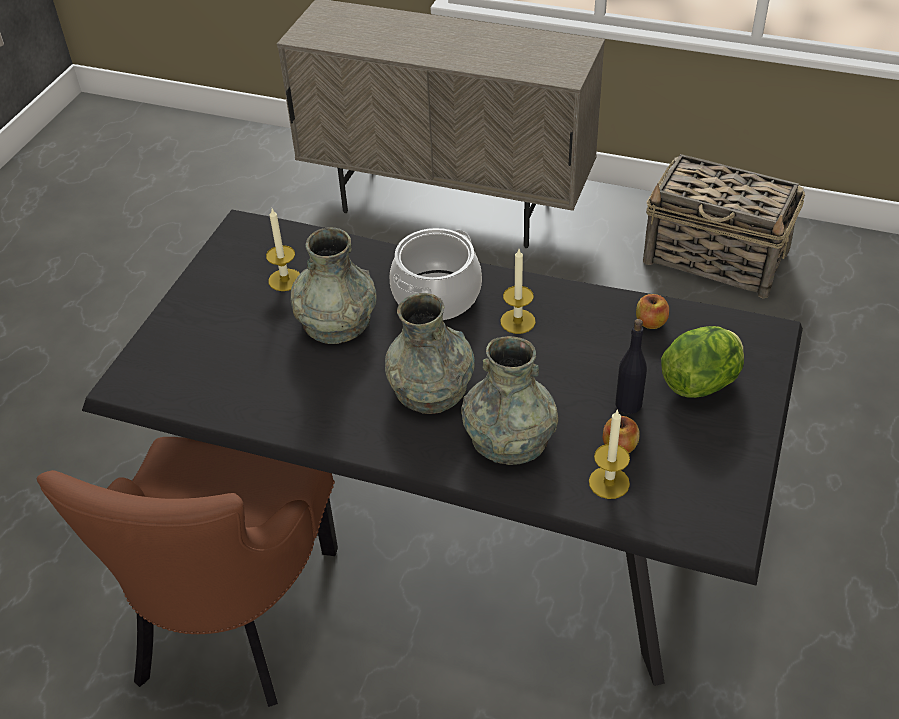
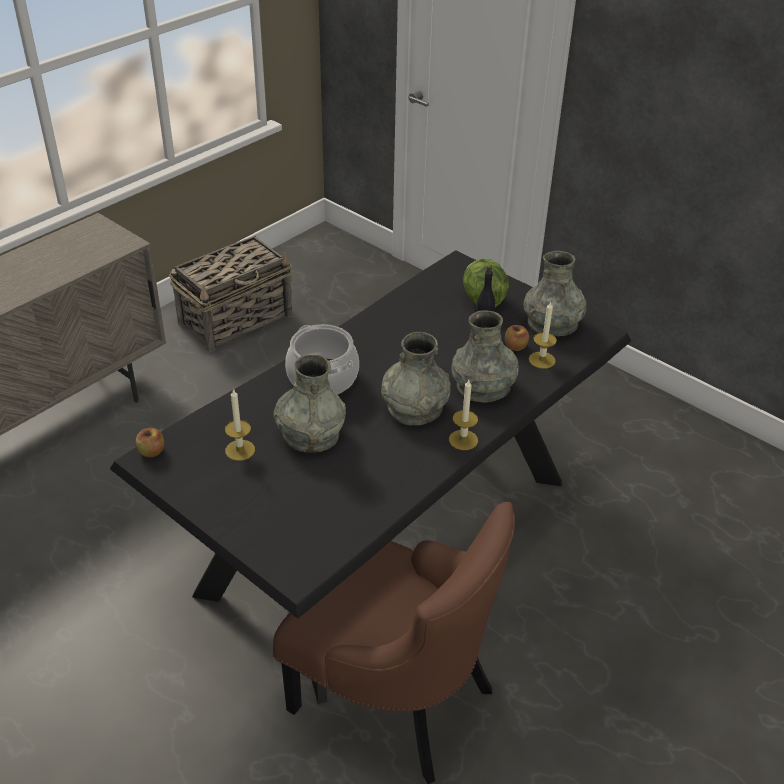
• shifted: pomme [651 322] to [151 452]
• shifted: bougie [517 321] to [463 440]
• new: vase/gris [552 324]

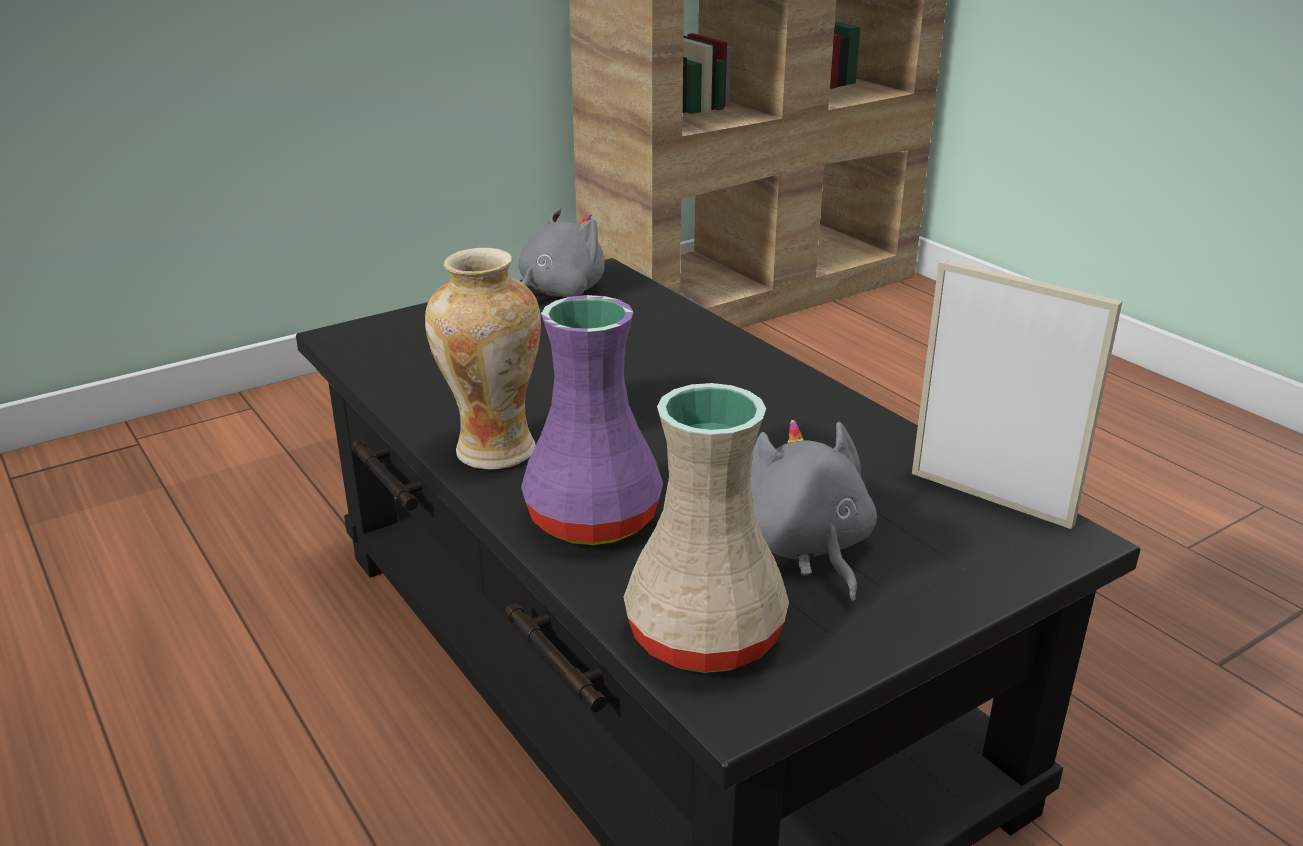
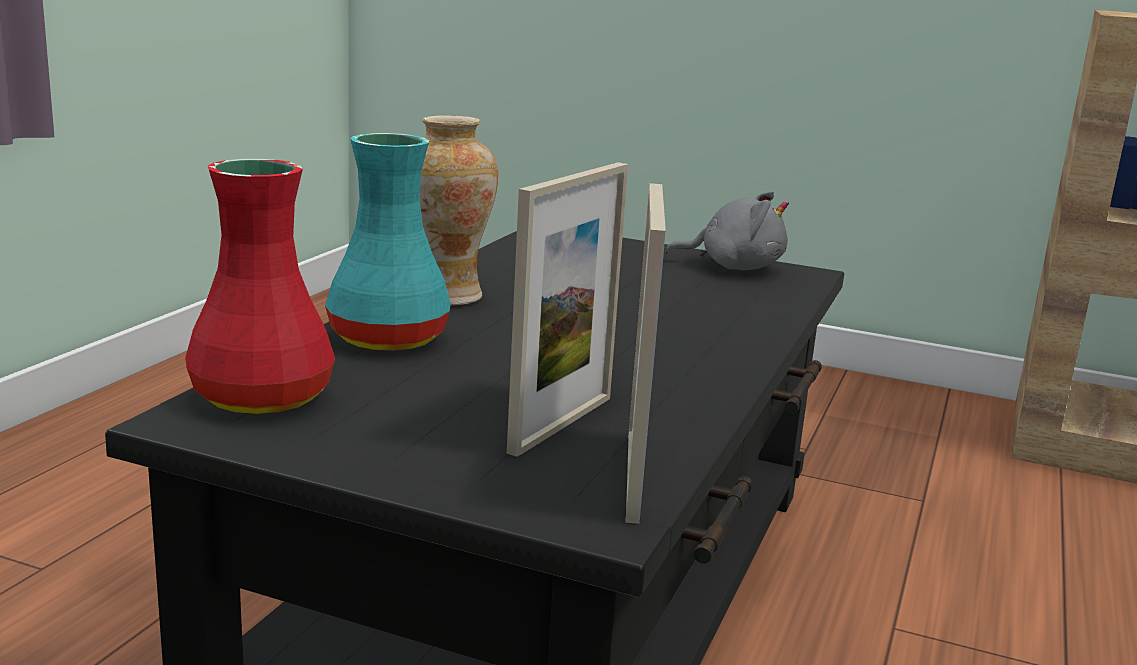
• repainted: vase/beige [701 635] to vase/rouge [263 395]
• repainted: vase/violet [591 518] to vase/turquoise [389 337]
• new: cadre photo [561 424]
• gone: peluche/gris [807 547]

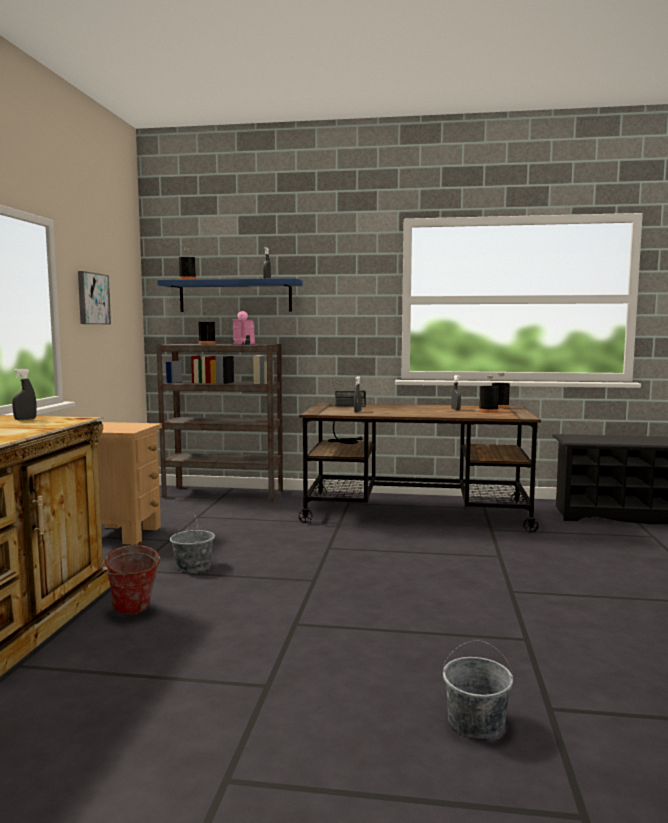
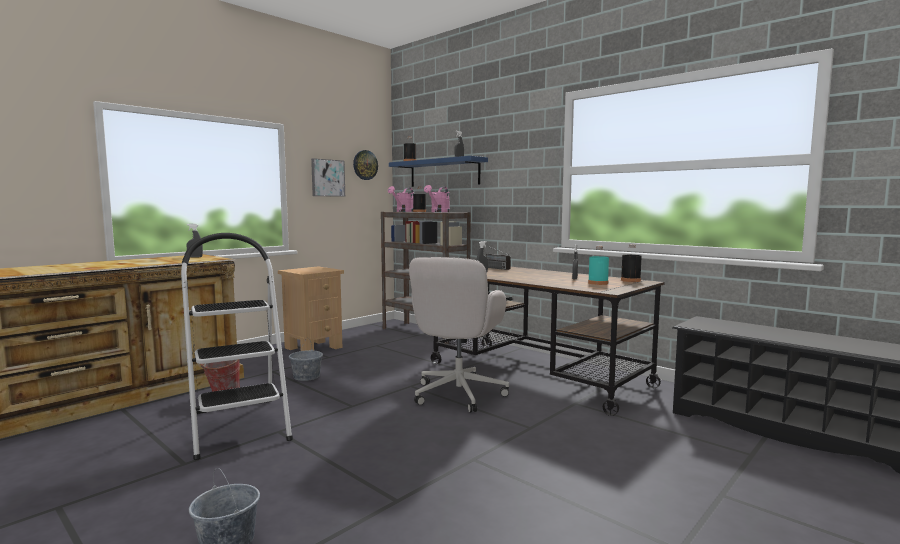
• new: escabeau [239 425]
• new: horloge murale [365 165]
• new: arrosoir/rose [403 211]
• new: chaise de bureau/blanc [458 394]
• repainted: bouteille/noir [488 411] to bouteille/turquoise [598 283]

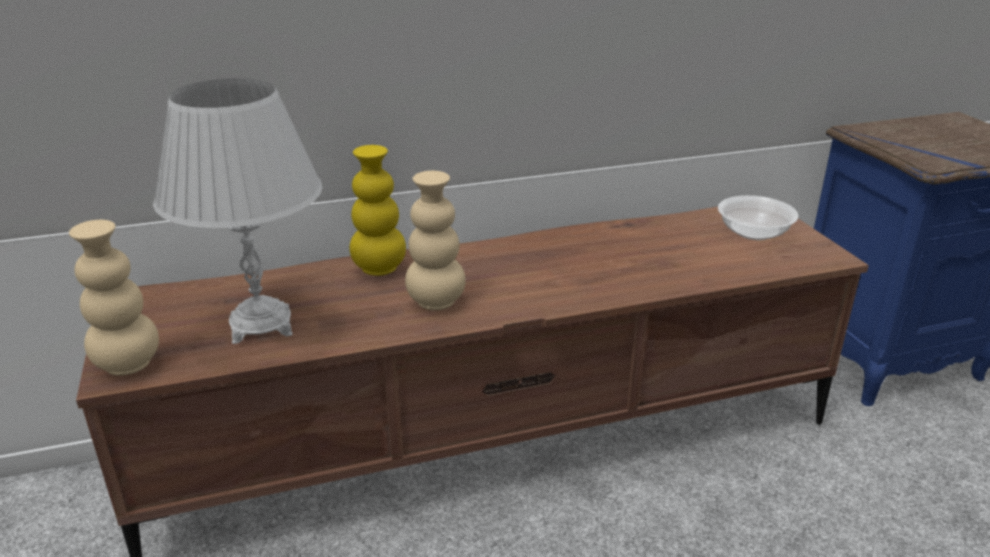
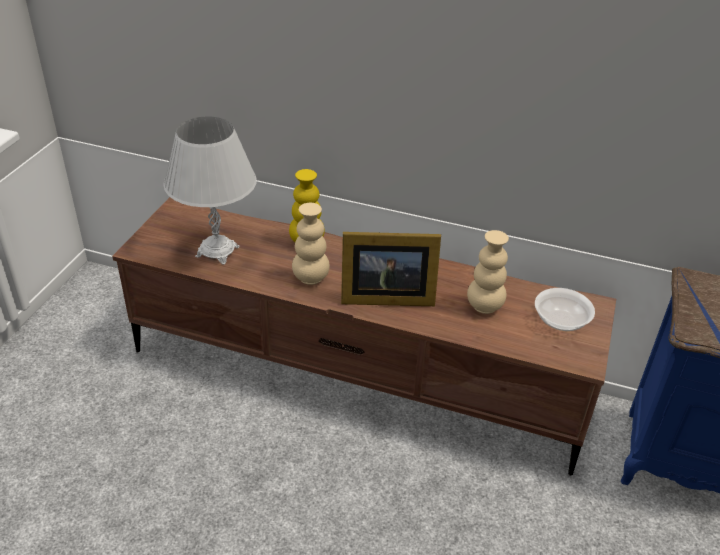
• new: cadre photo [384 296]
• shifted: vase/beige [128 365] to [484 306]

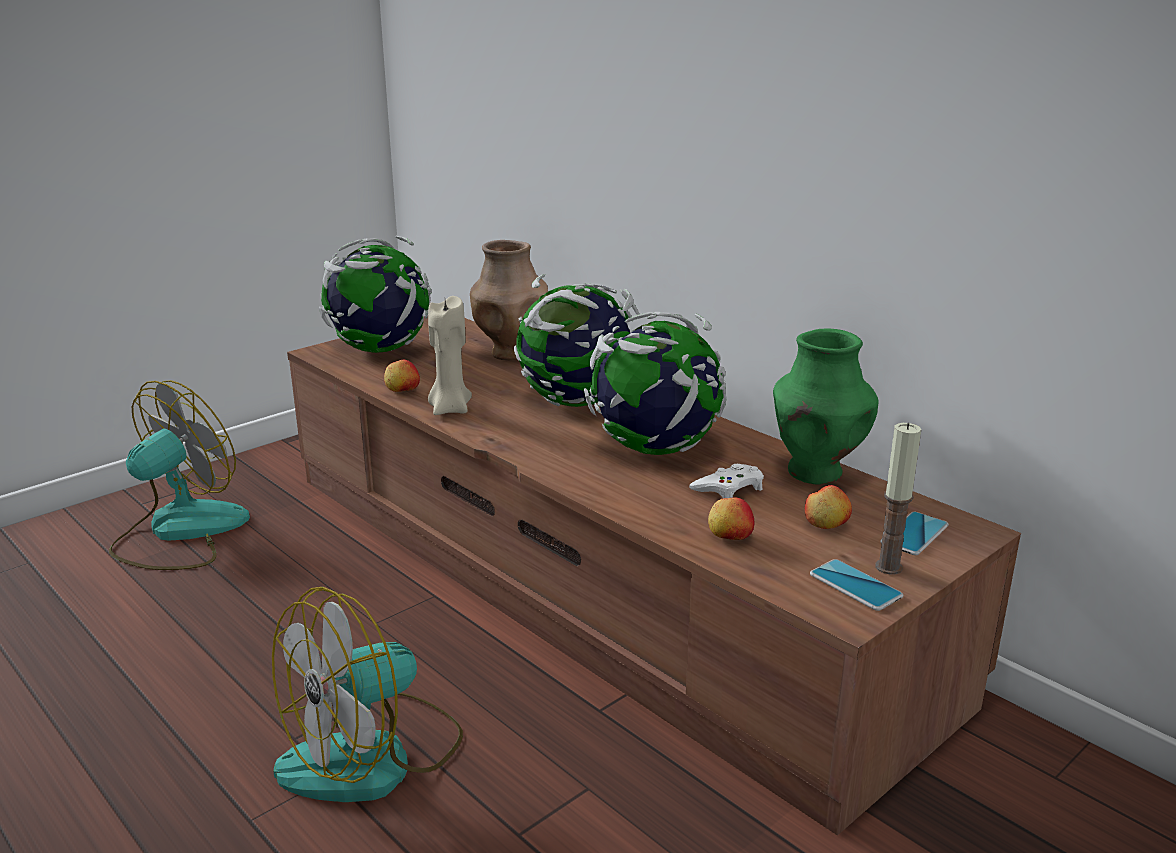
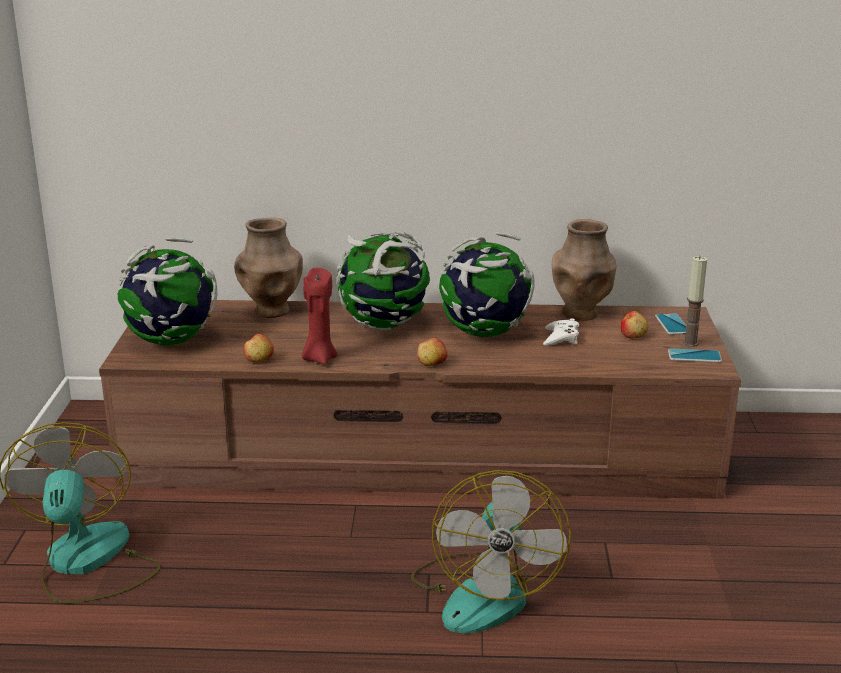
• repainted: bougie/beige [450 409] to bougie/rouge [319 358]
• shifted: pomme [729 536] to [432 364]
• repainted: vase/vert [815 473] to vase/marron [580 314]

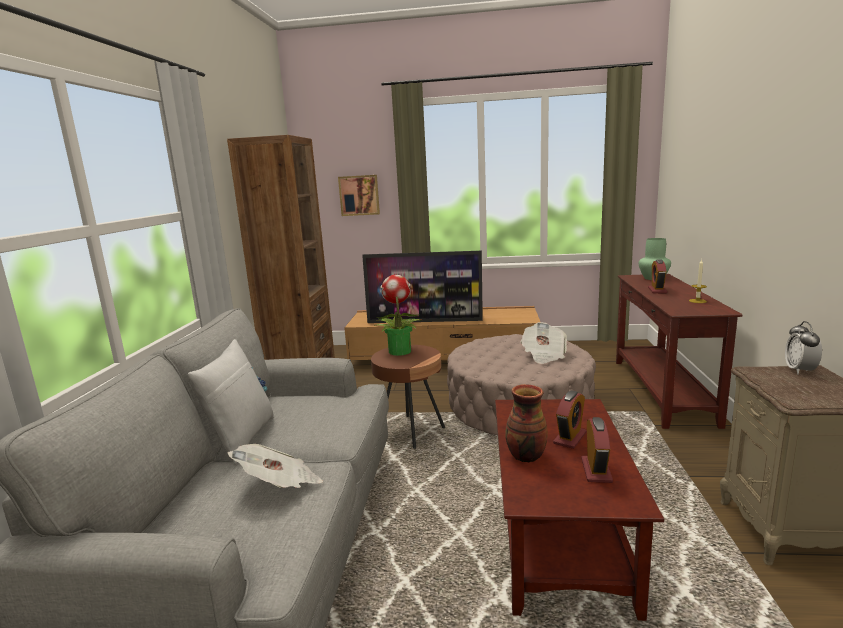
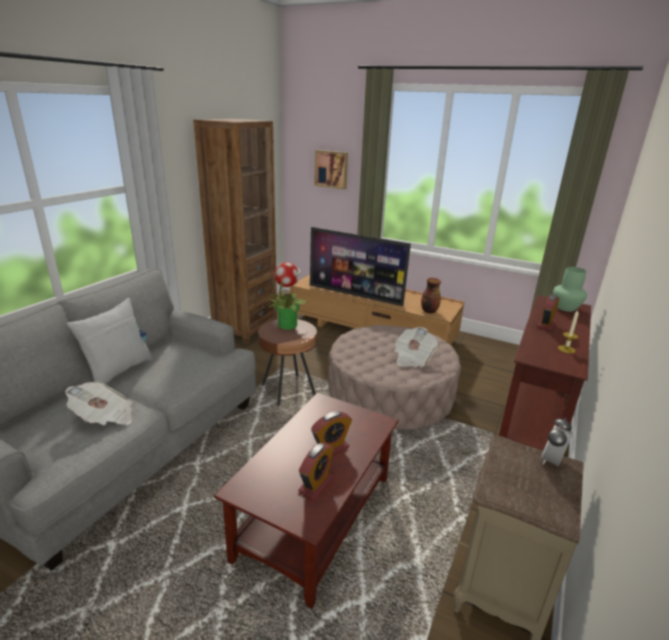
• shifted: vase [525 456] to [429 311]

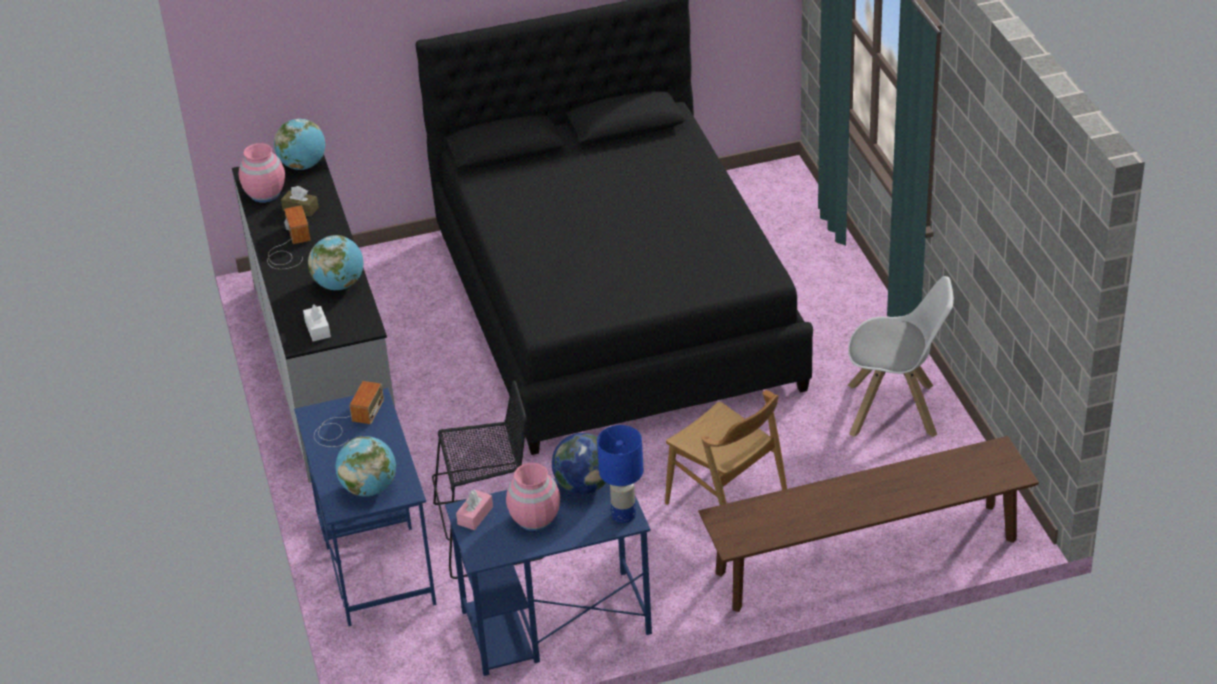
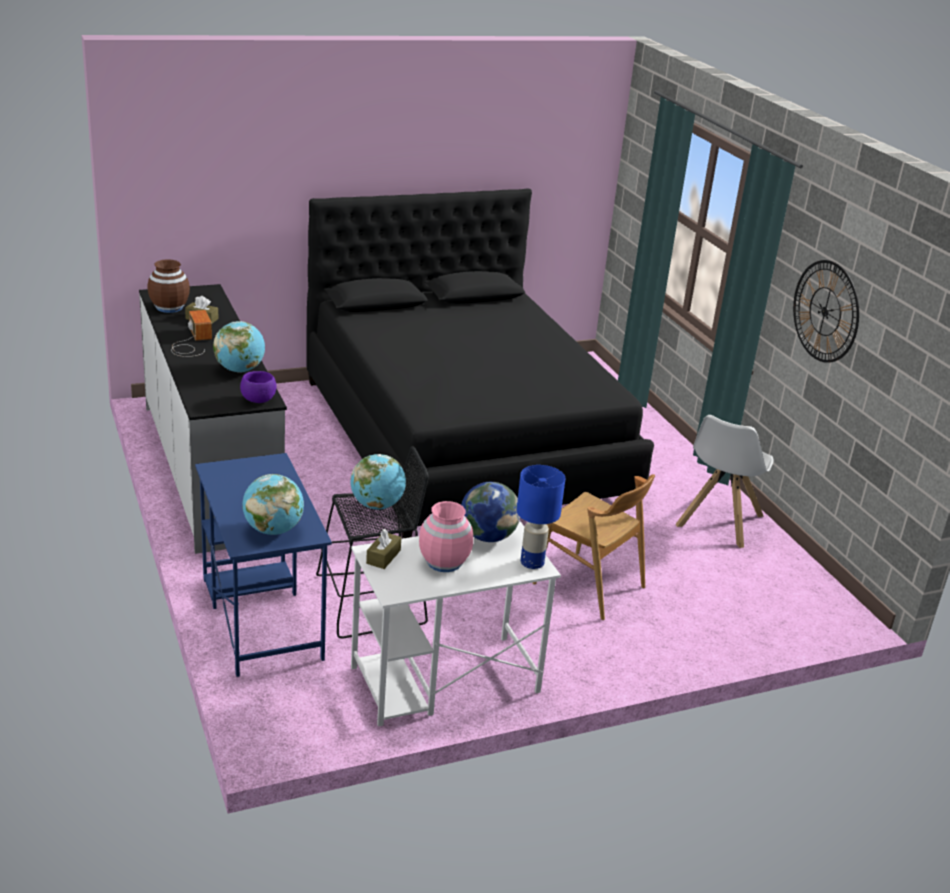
• repainted: vase/rose [265 194] to vase/marron [169 307]
• new: bol/violet [258 400]
• shifted: globe [303 165] to [377 505]
• repainted: bureau/bleu [554 623] to bureau/blanc [443 680]
• repainted: boîte à mouchoirs/rose [475 515] to boîte à mouchoirs/marron [383 557]
• rotated: chaise [895 410] = [718 522] 120 degrees clockwise
• new: horloge murale [825 311]
• gone: boîte à mouchoirs/blanc [317 329]
• gone: radio [347 423]
• gone: banc/marron [866 556]

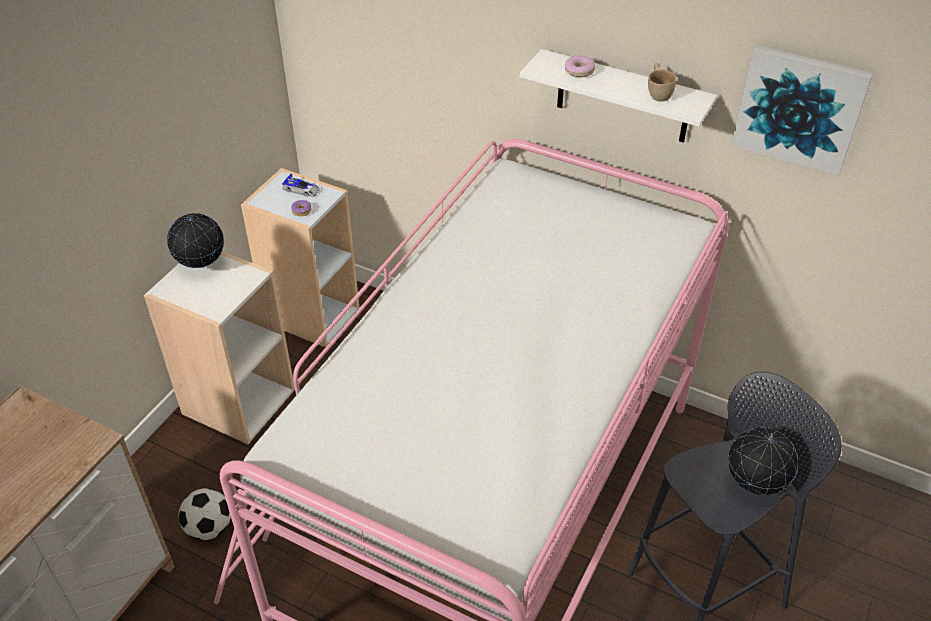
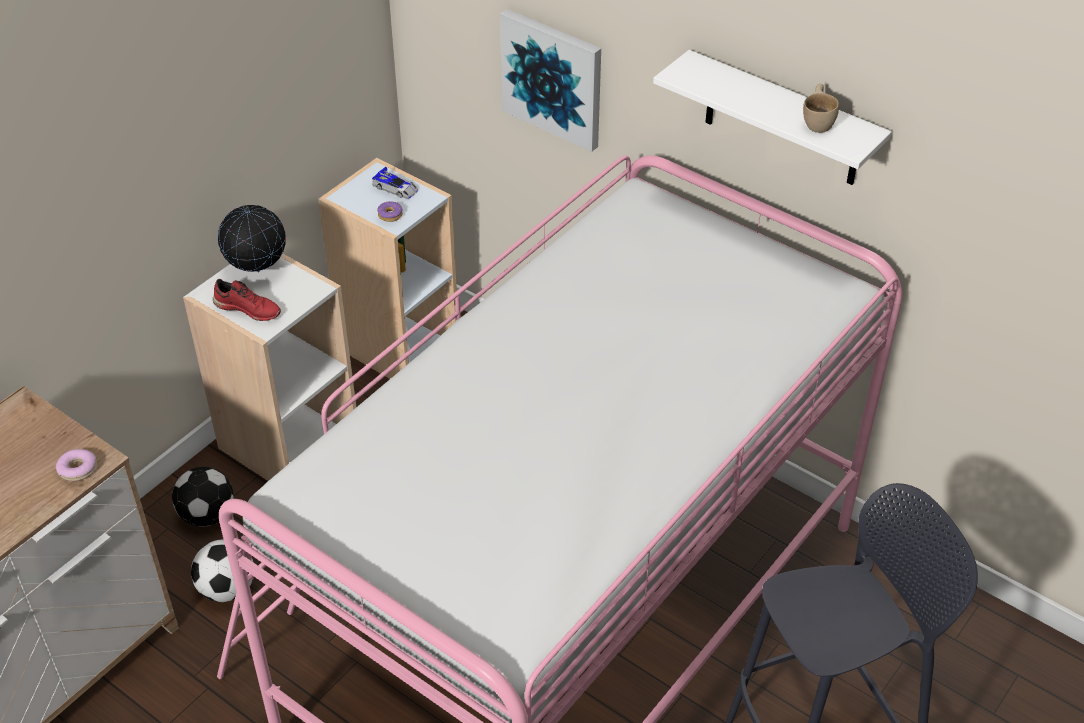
• shifted: beignet [579 71] to [78 469]
• new: ballon de foot [208 515]
• new: chaussure/rouge [248 309]
• shifted: tableau [799 108] to [553 78]
• gone: globe [753 486]

